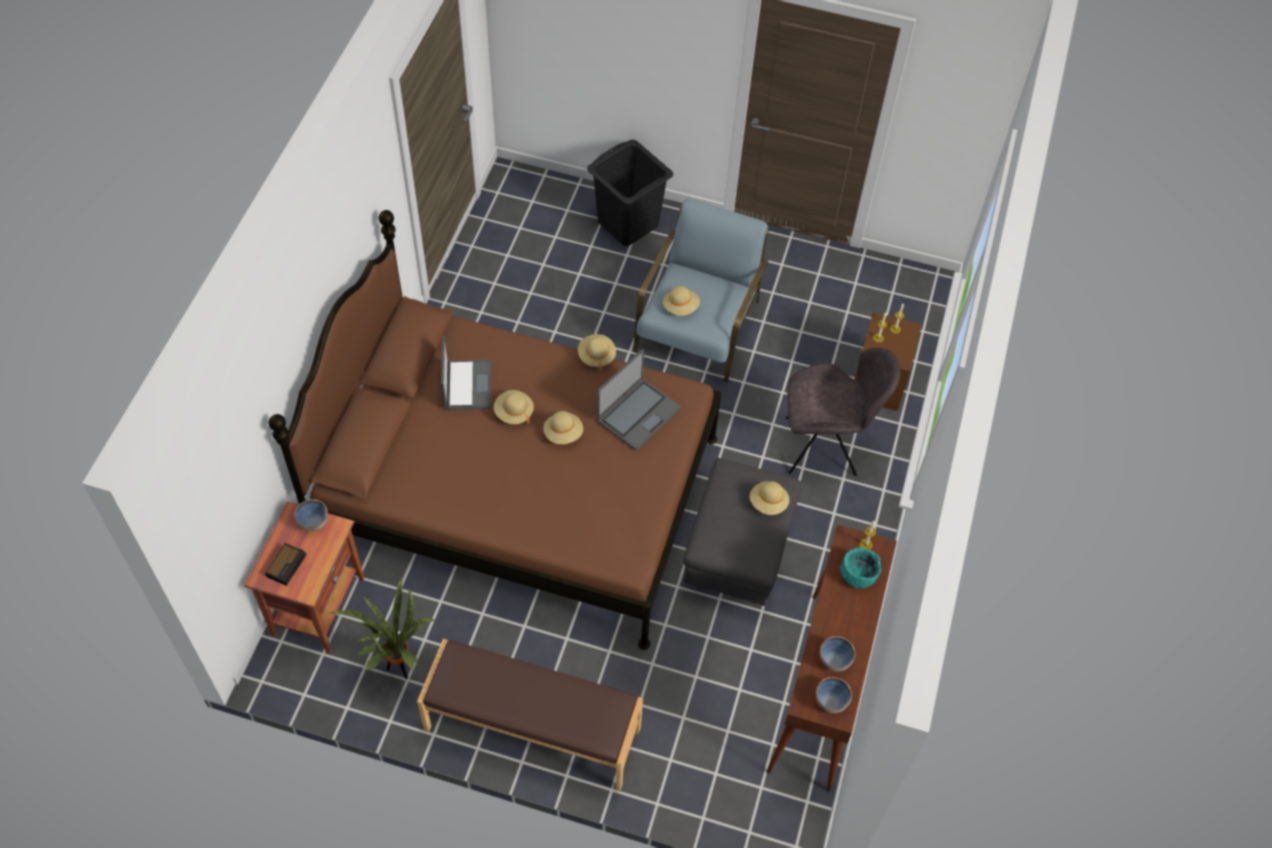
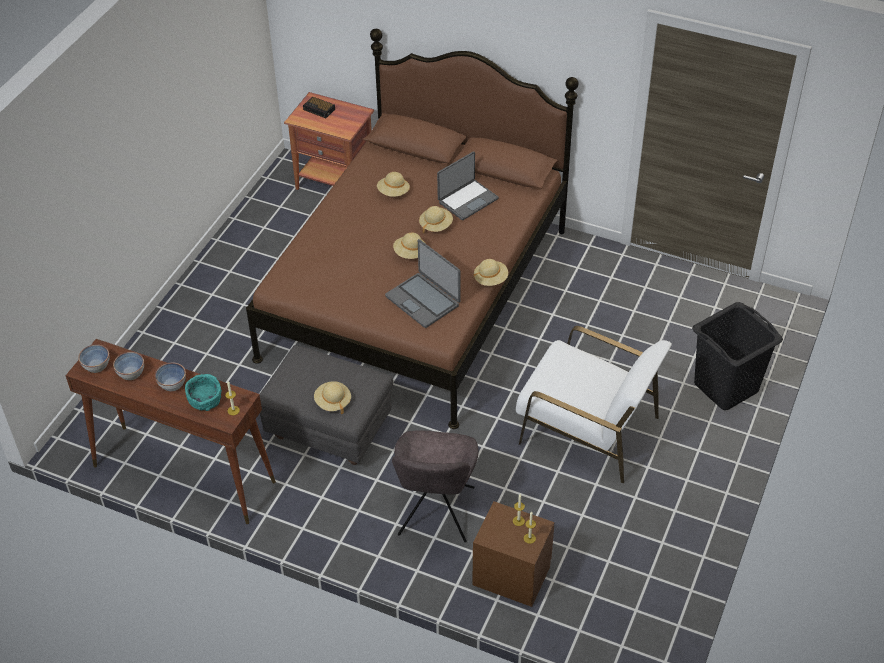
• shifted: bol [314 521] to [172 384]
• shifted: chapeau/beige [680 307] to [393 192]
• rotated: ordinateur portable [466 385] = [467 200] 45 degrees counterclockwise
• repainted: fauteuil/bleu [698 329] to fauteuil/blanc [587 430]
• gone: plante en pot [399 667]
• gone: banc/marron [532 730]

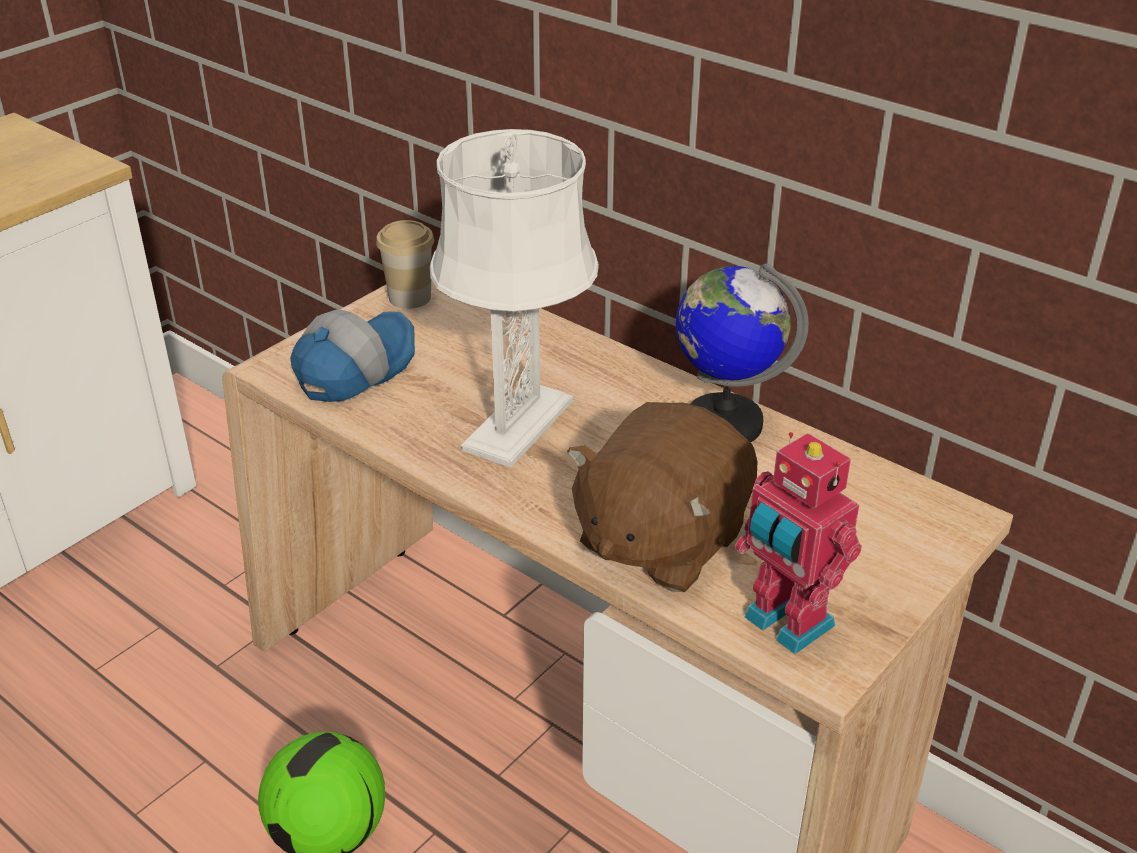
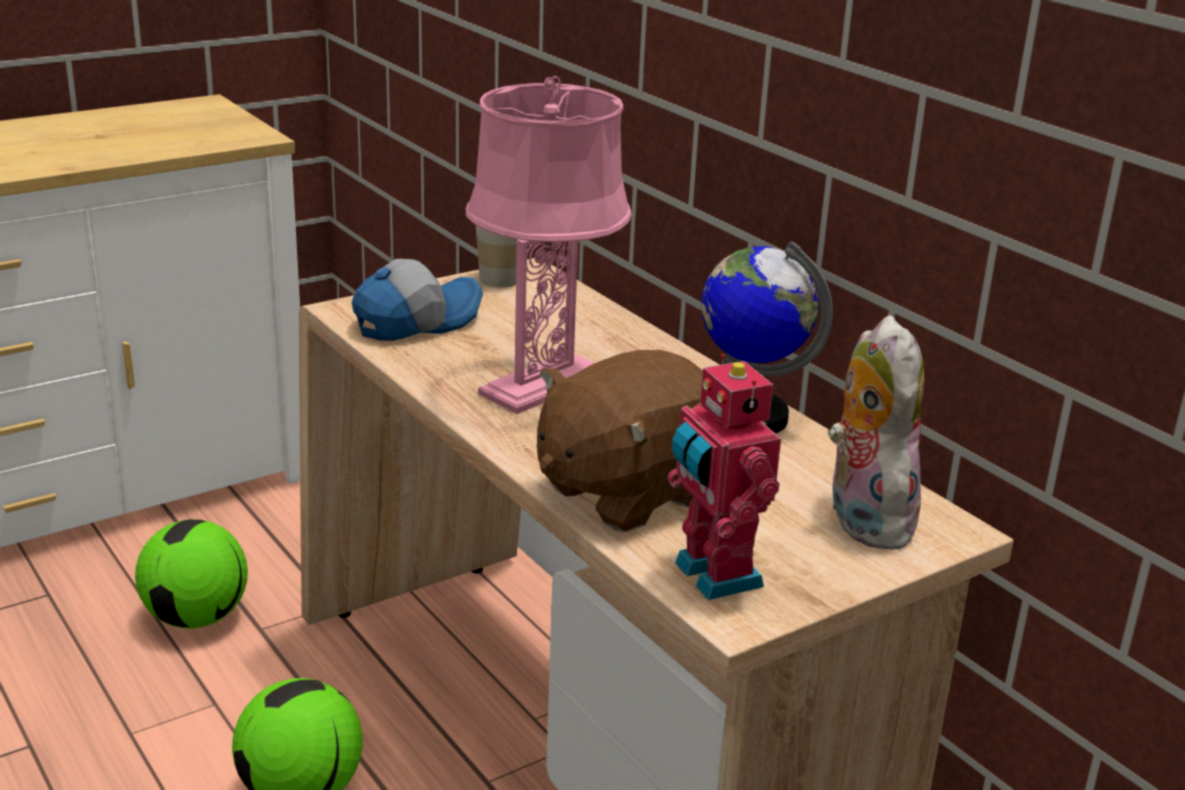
• new: ballon de foot [197 617]
• repainted: lampe de table/blanc [518 426] to lampe de table/rose [543 386]
• new: peluche [862 519]

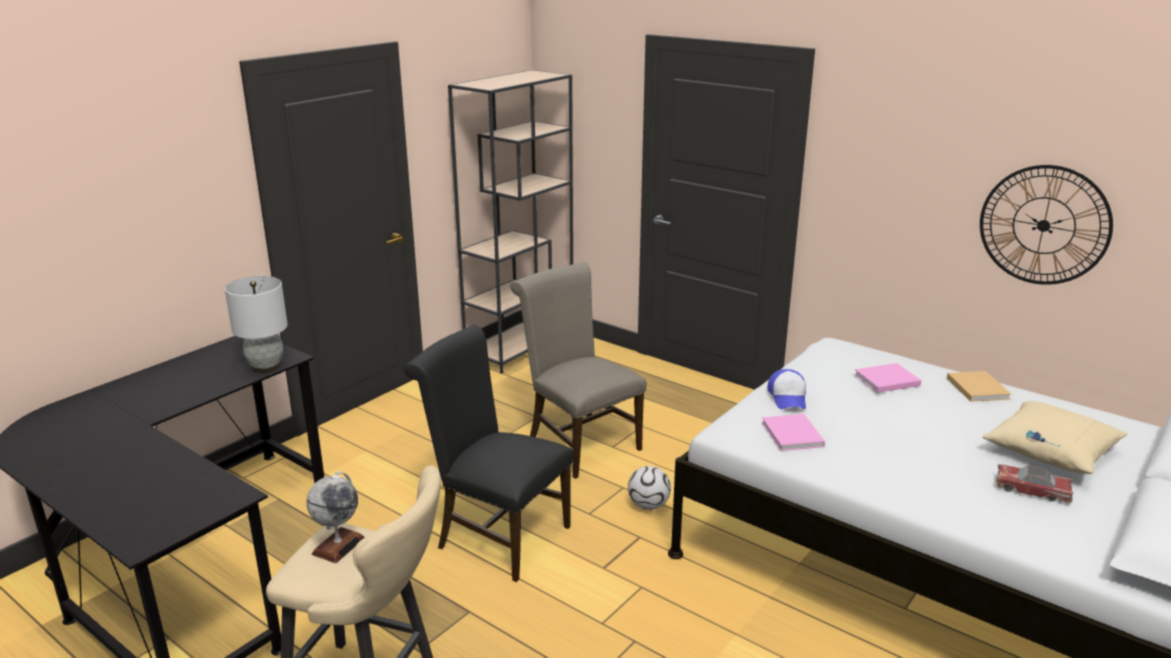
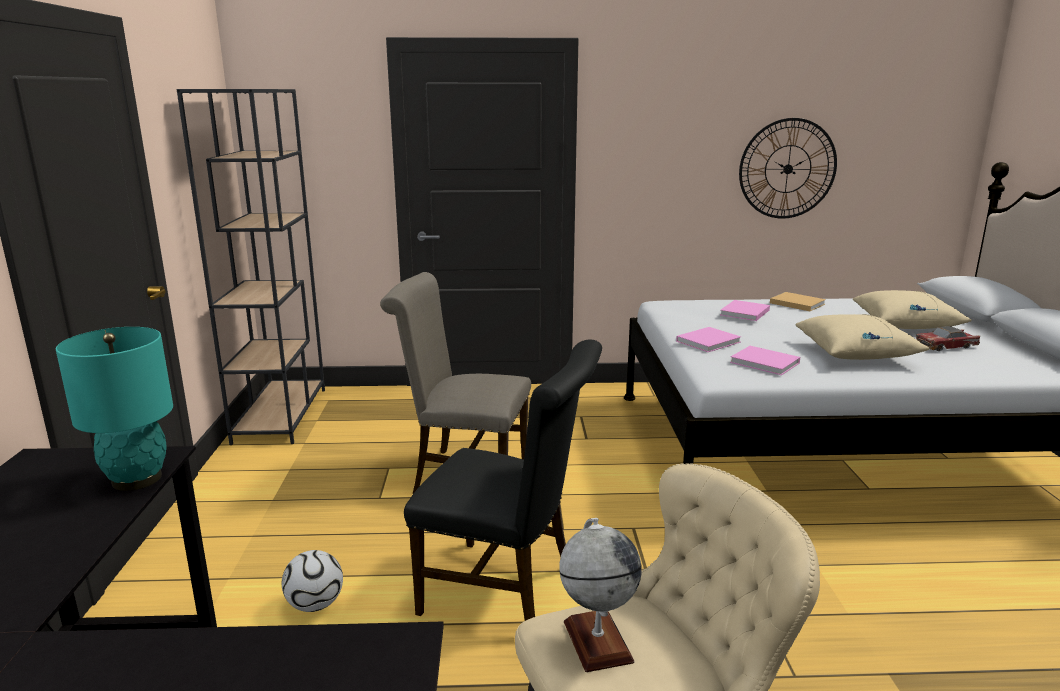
• repainted: lampe de table/blanc [266 367] to lampe de table/turquoise [136 479]
• shifted: ballon de foot [648 505] to [315 604]
• rotated: chaise/noir [497 535] = [508 591] 150 degrees counterclockwise
• swapped: casquette [788 397] to livre/rose [709 341]
• new: coussin/beige [855 353]

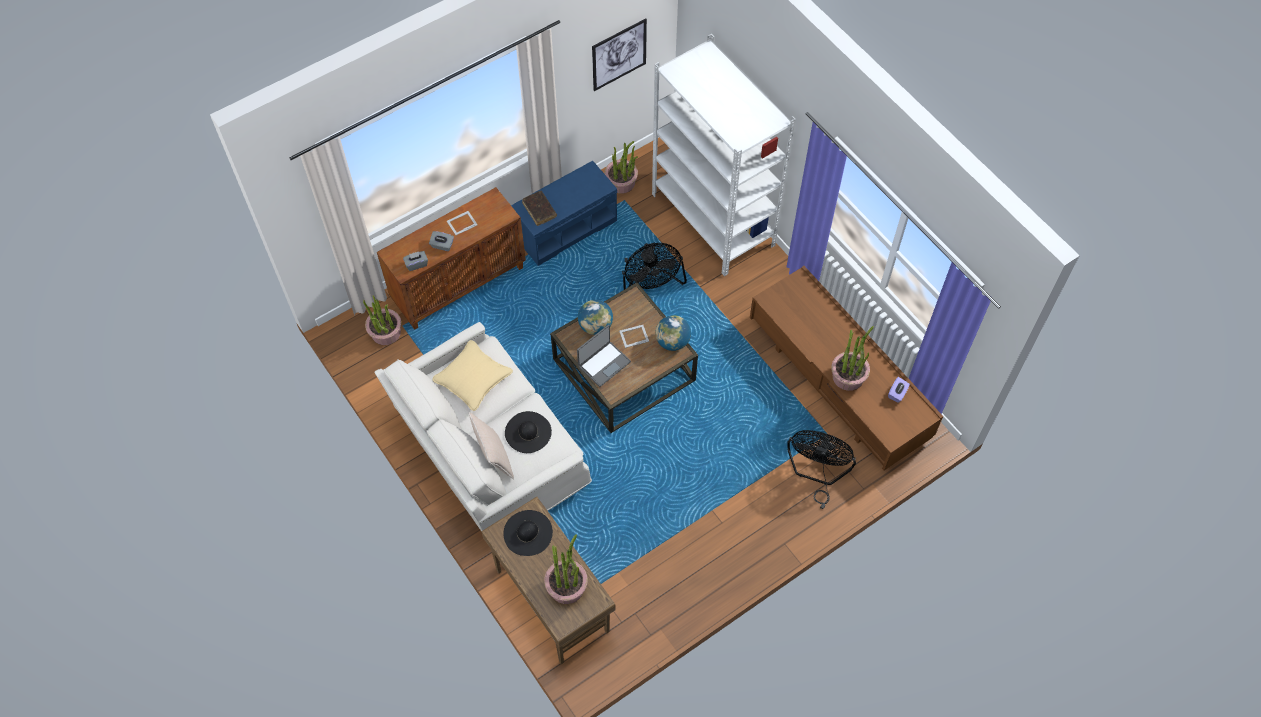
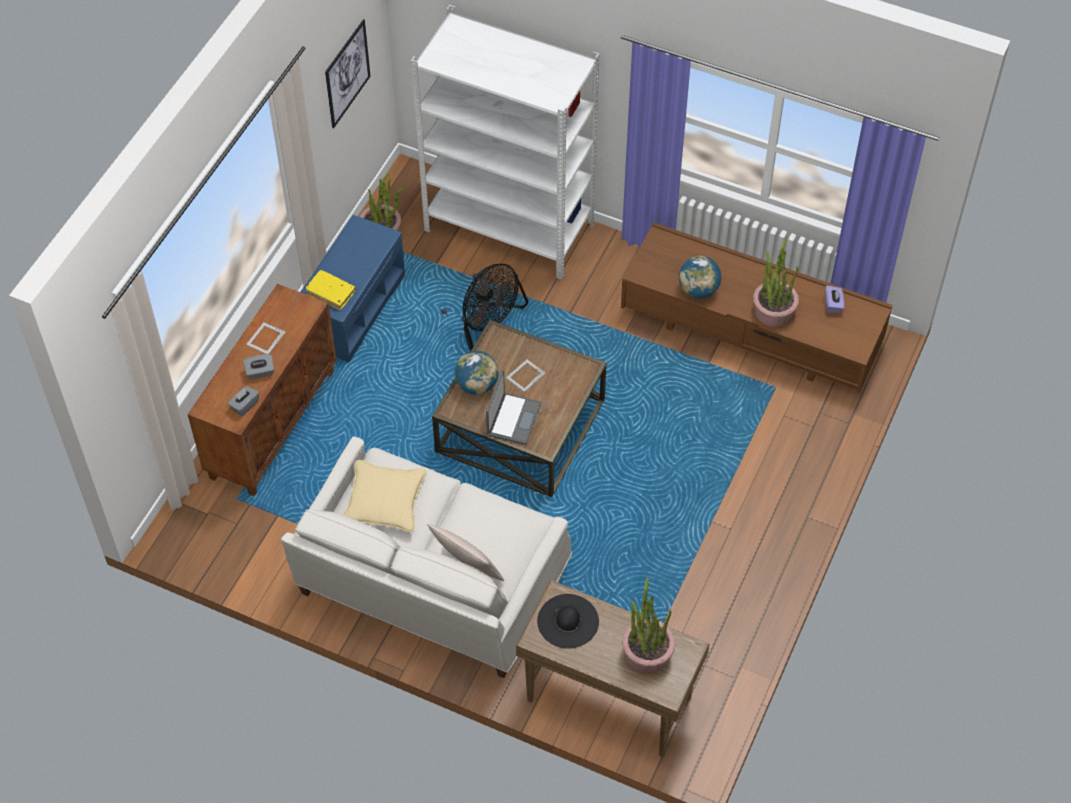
• repainted: livre/marron [539 210] to livre/jaune [331 293]
• shifted: globe [672 342] to [698 290]
• gone: plante en pot [385 332]
• gone: chapeau/noir [528 432]
• gone: ventilateur/noir [817 472]

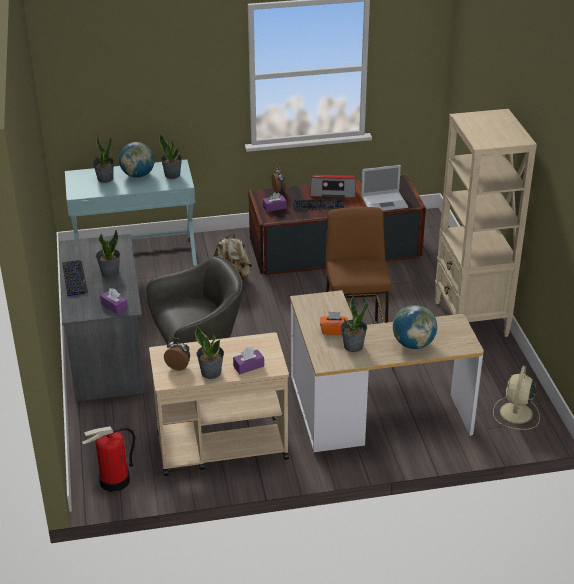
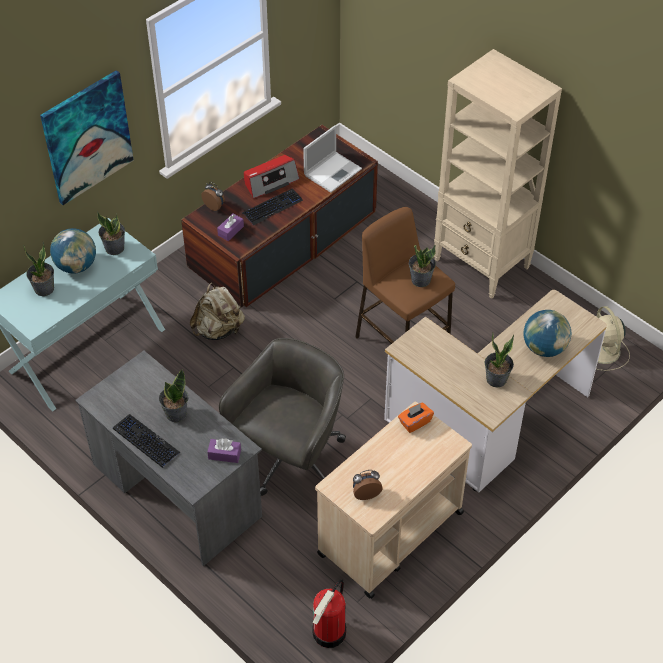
• new: tableau [87 137]
• shifted: boîte à mouchoirs/orange [333 330] to [415 422]
• shifted: plante en pot [211 372] to [420 279]
• gone: boîte à mouchoirs/violet [248 366]

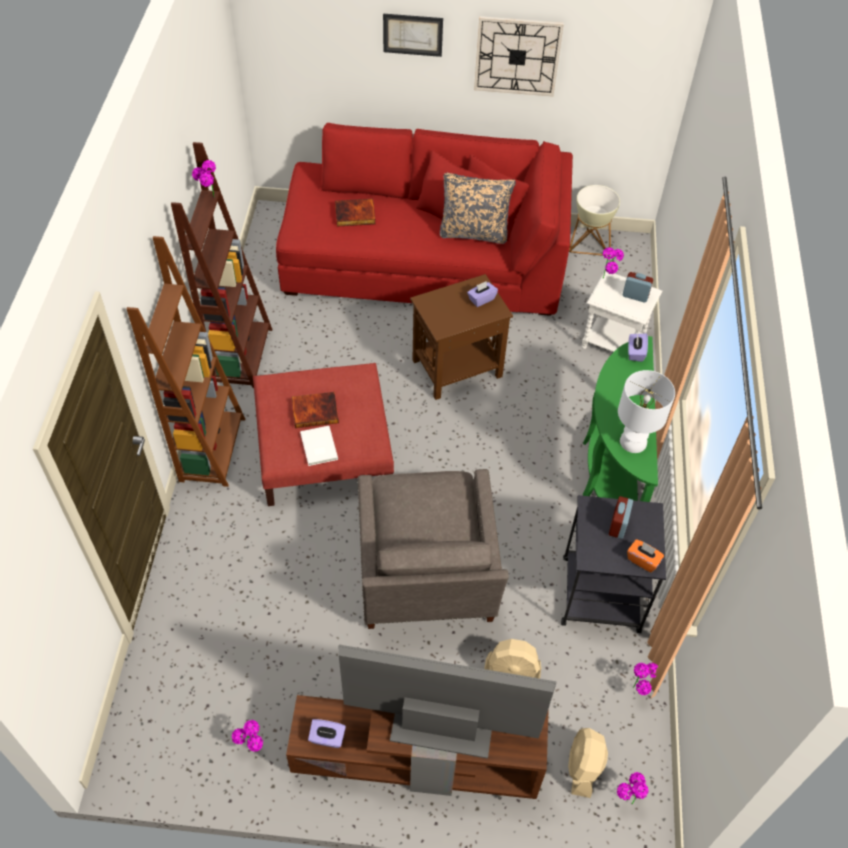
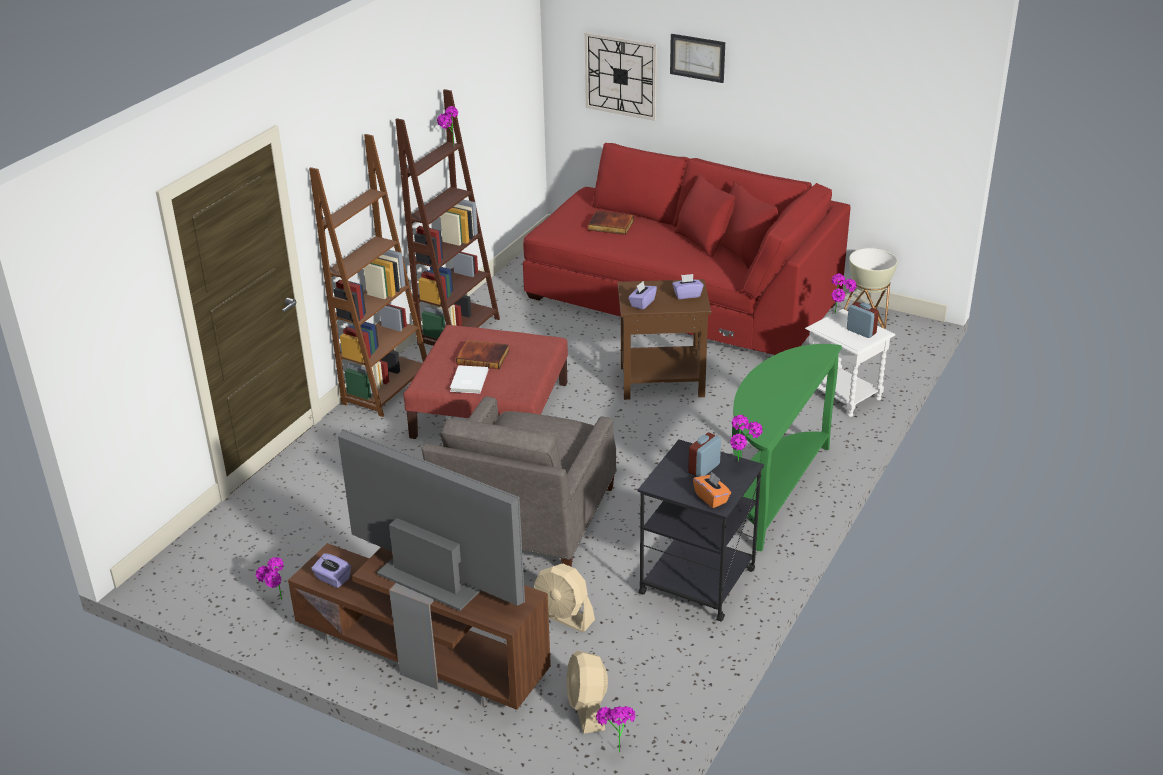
• rotated: ventilateur/beige [583 767] = [587 708] 45 degrees counterclockwise
• shifted: horloge murale [517 56] to [621 76]
• shifted: boîte à mouchoirs/violet [635 352] to [642 303]
• shifted: plante en pot [639 690] to [743 464]
• gone: coussin/gris [474 235]
• gone: lampe de table/blanc [633 441]

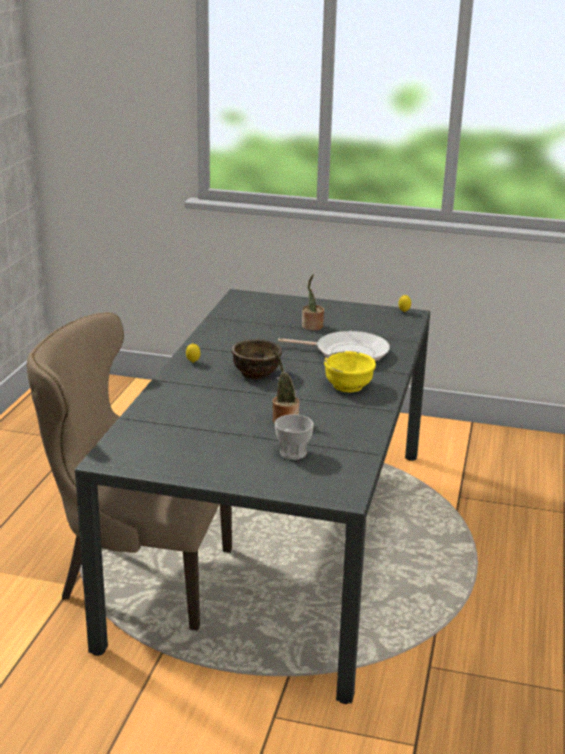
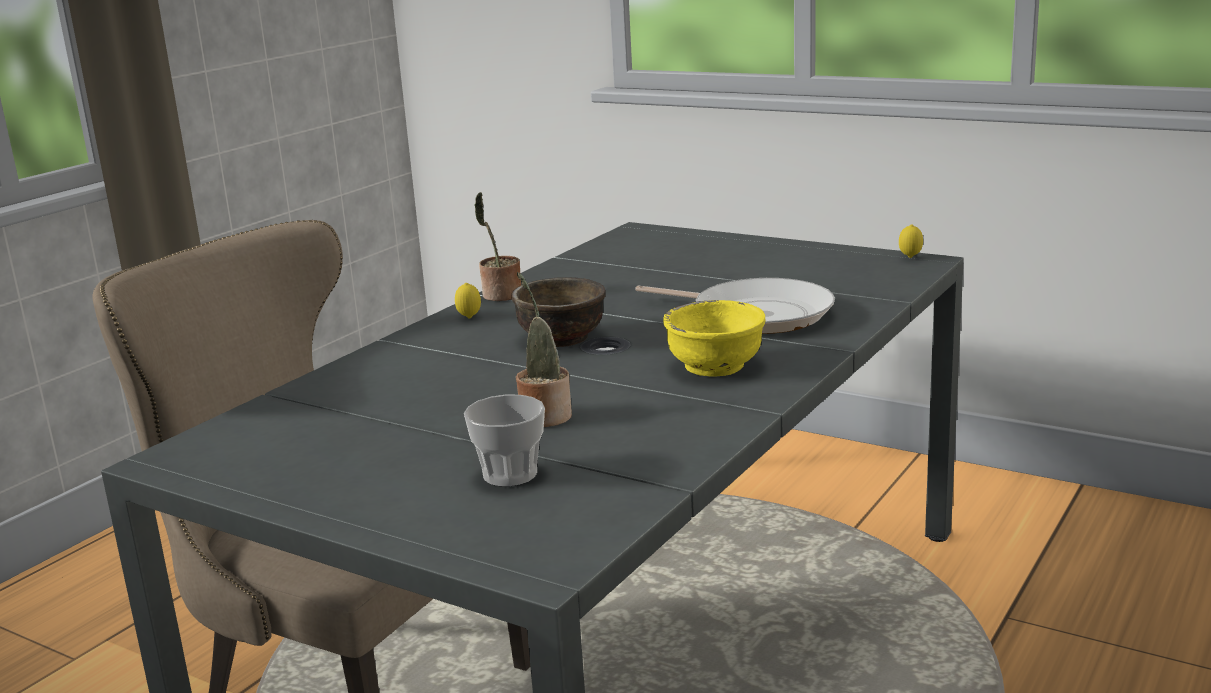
• shifted: plante en pot [312 327] to [500 296]

